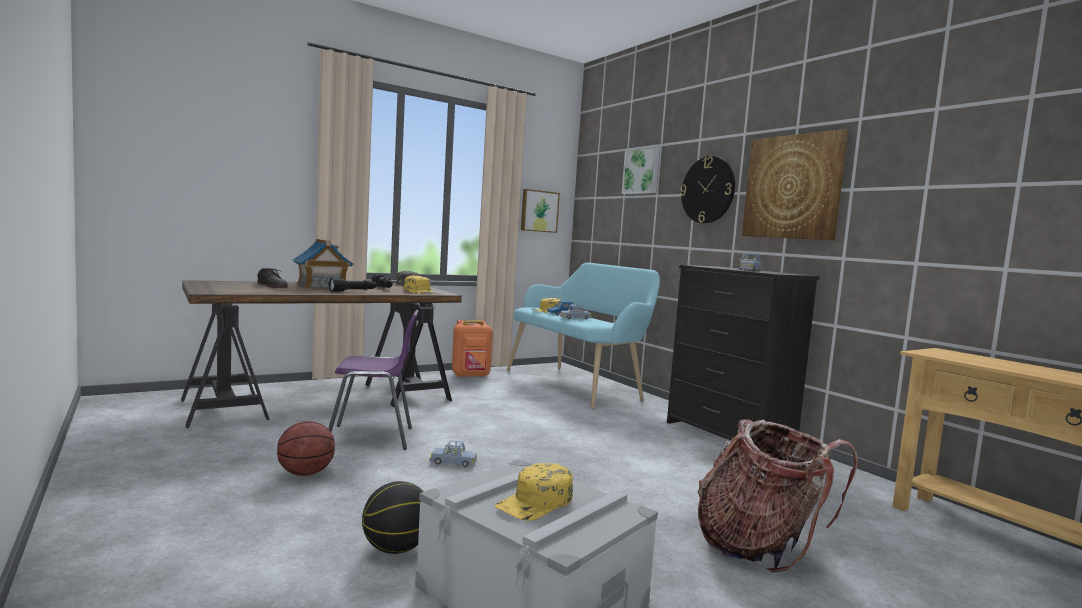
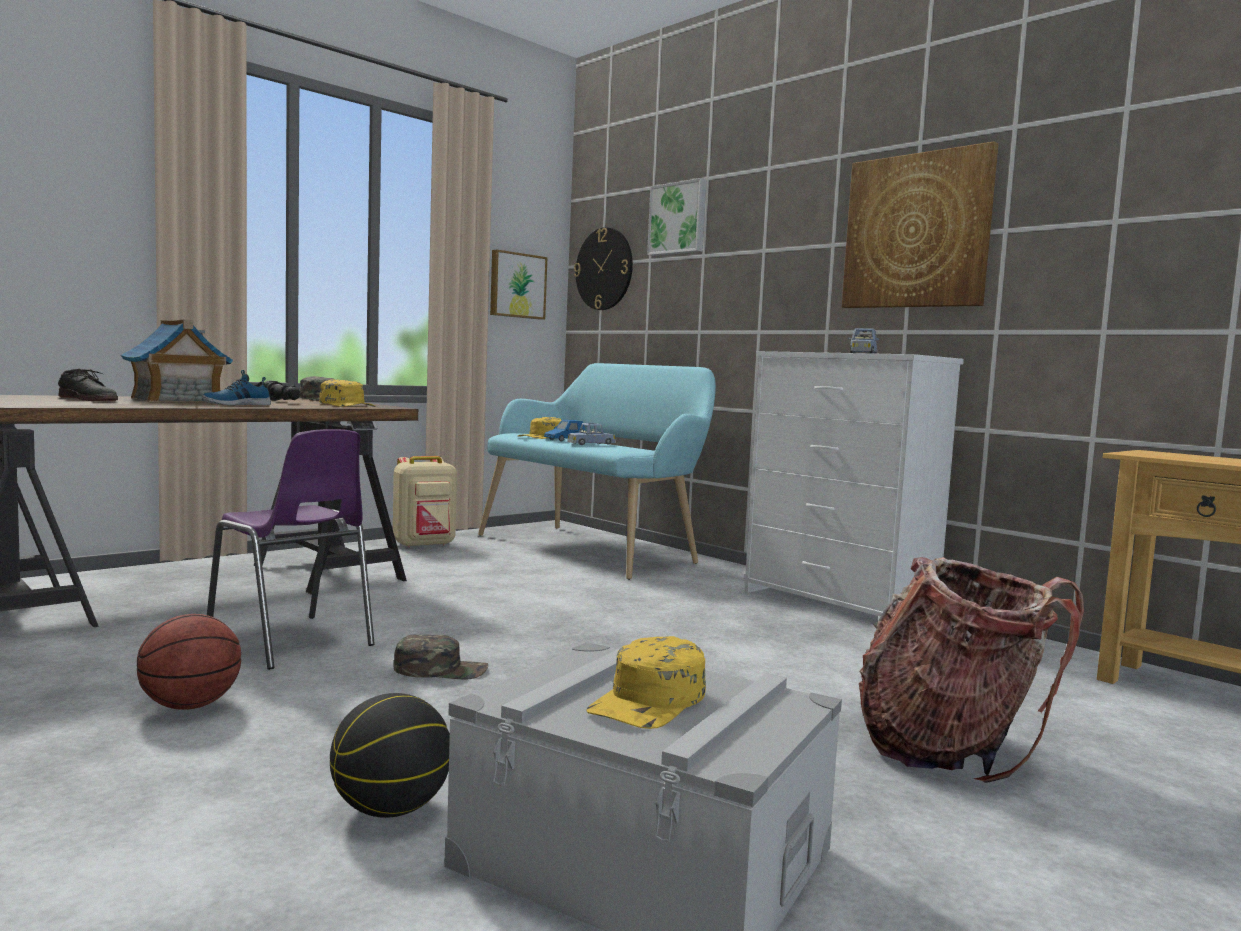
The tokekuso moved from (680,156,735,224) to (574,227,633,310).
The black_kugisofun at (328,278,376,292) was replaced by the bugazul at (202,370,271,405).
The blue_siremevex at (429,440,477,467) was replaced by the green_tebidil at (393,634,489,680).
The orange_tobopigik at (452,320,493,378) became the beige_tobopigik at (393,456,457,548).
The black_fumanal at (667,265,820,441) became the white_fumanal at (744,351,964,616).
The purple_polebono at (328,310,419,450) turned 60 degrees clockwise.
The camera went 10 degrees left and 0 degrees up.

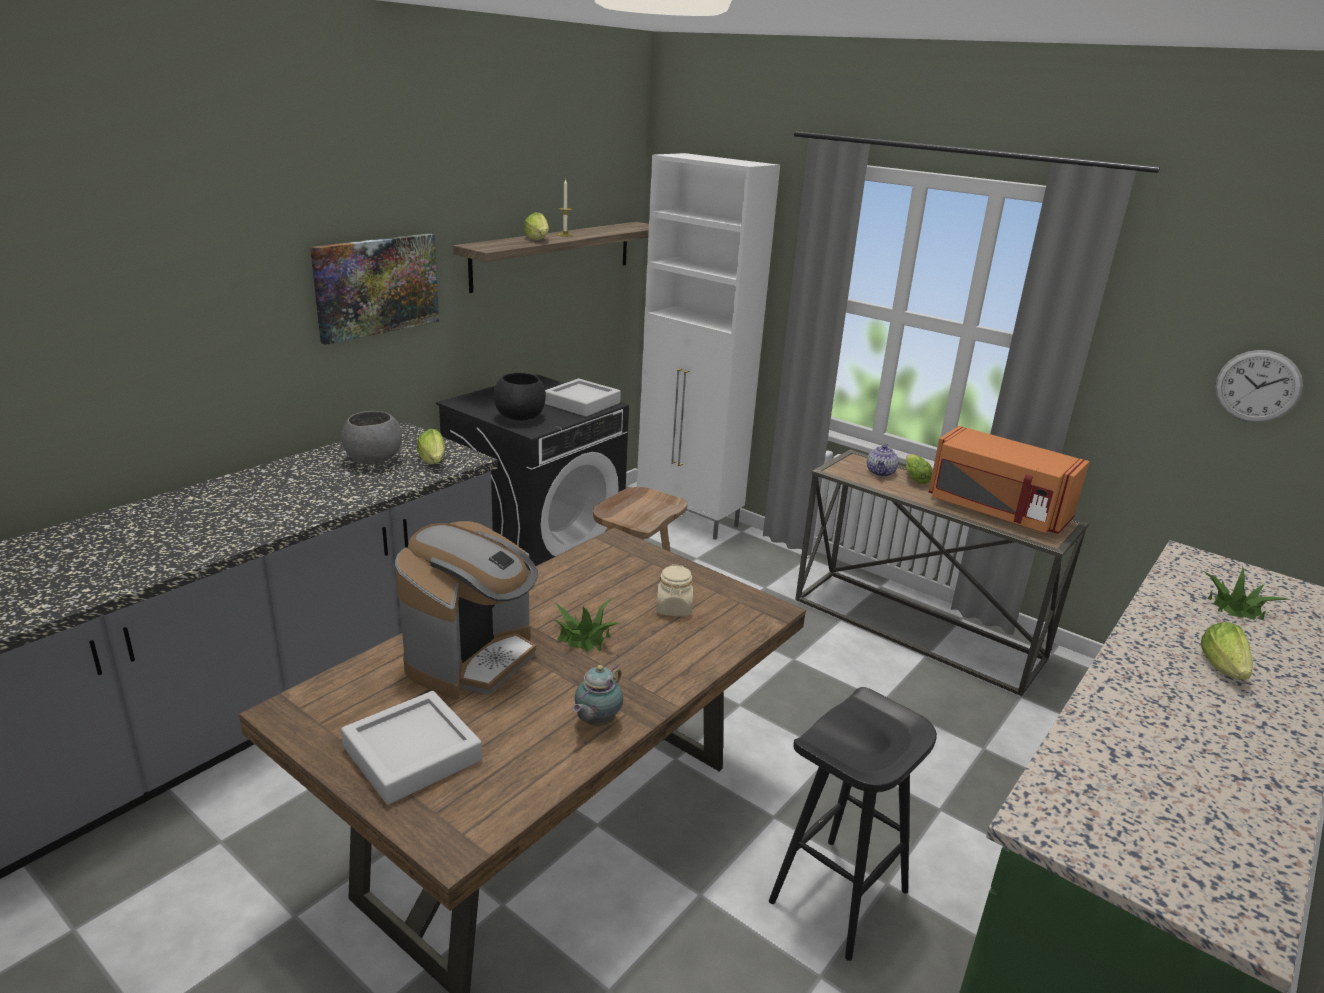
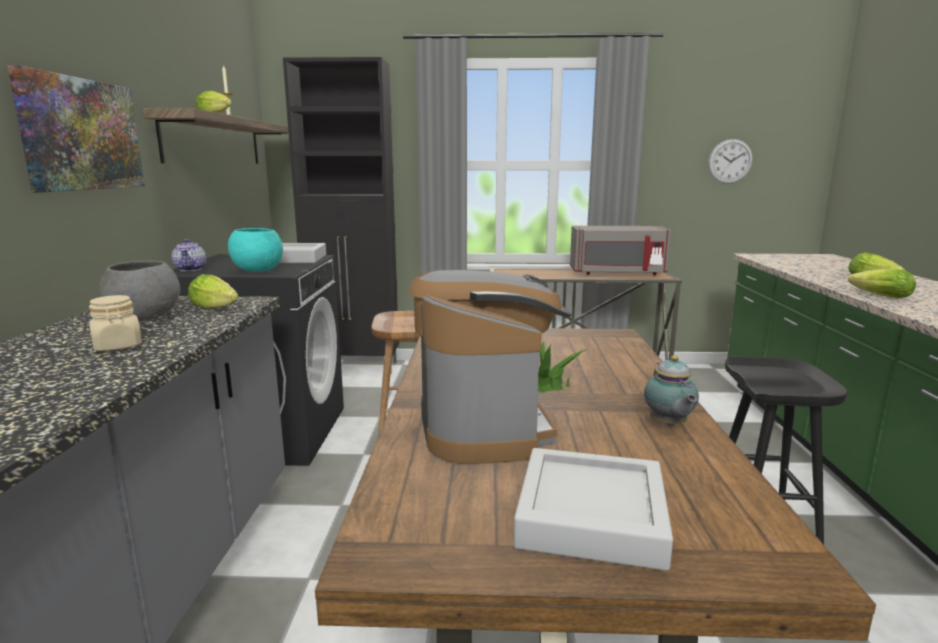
The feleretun at (1201,565,1291,620) disappeared.
The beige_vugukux moved from (656,564,693,616) to (88,295,142,351).
The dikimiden moved from (867,443,898,477) to (171,239,206,271).
The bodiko moved from (906,454,932,484) to (848,269,916,298).
The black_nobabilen at (493,373,546,421) became the turquoise_nobabilen at (228,228,283,272).
The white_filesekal at (637,153,780,540) became the black_filesekal at (283,57,399,373).
The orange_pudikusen at (929,426,1089,534) became the grey_pudikusen at (570,226,671,275).
The camera went 35 degrees left and 10 degrees down.

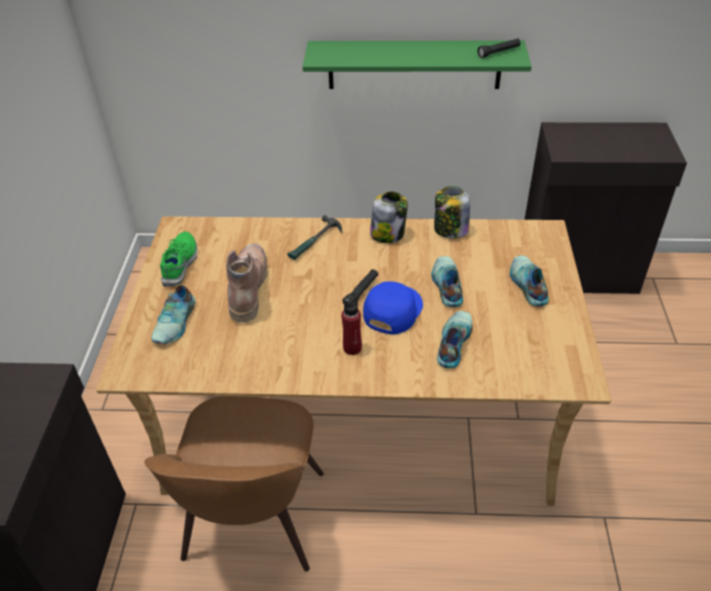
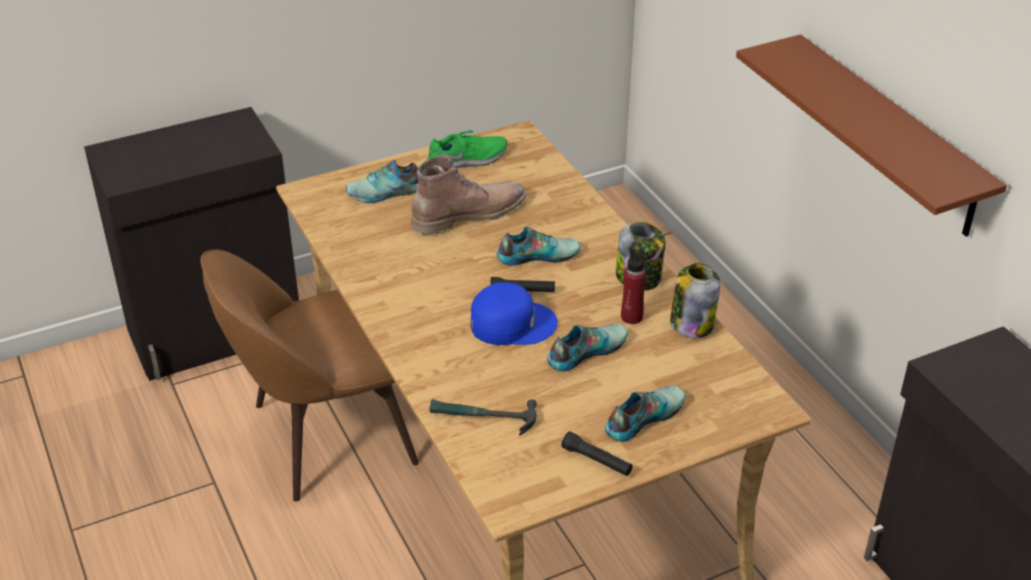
The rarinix moved from (287,215,342,260) to (430,399,537,436).
The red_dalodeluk moved from (342,295,362,355) to (621,250,648,324).
The bugazul moved from (437,311,472,368) to (497,227,580,266).
The black_kugisofun moved from (477,38,520,58) to (562,431,633,476).
The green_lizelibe at (303,40,532,89) became the brown_lizelibe at (736,34,1007,237).
The camera went 60 degrees right and 5 degrees down.

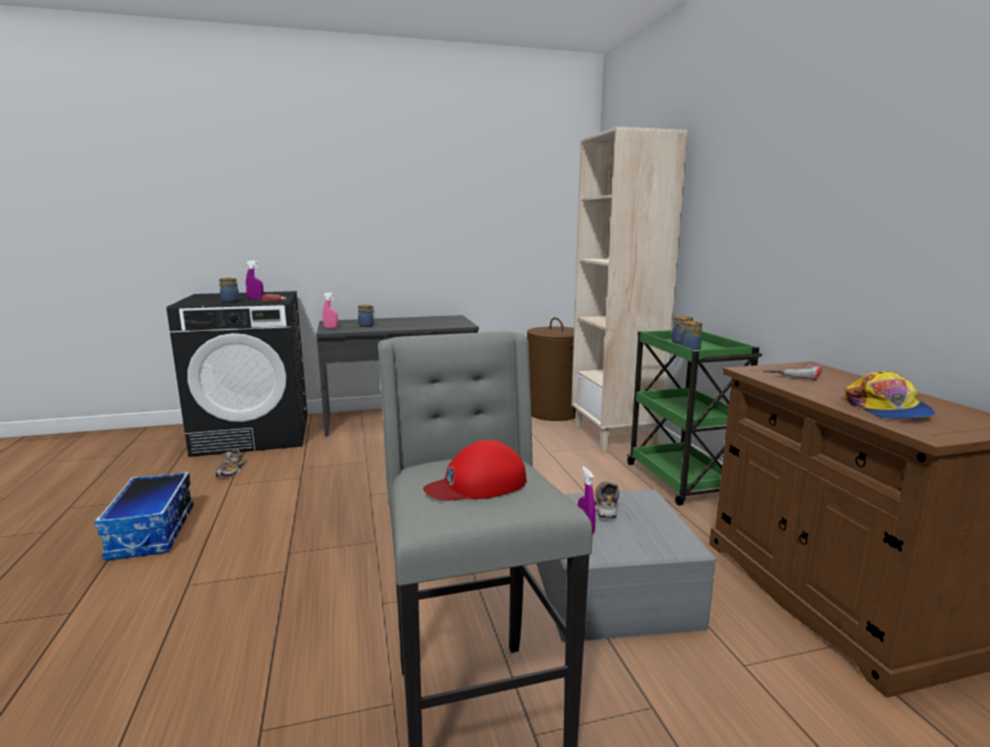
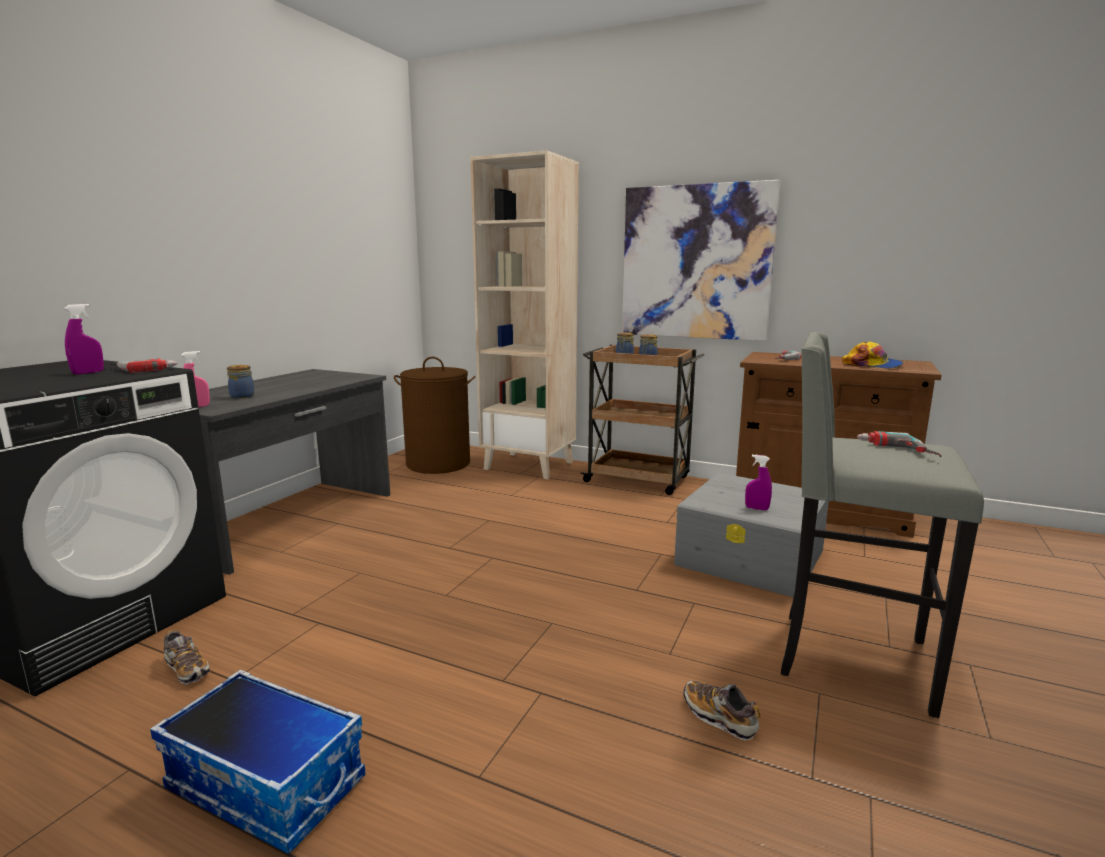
The vugukux at (219,278,240,303) disappeared.
The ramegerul at (622,180,780,341) appeared.
The bugazul moved from (593,481,619,520) to (683,680,761,740).
The red_tebidil at (423,440,527,501) was replaced by the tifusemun at (857,431,942,457).
The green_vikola at (626,330,762,505) became the brown_vikola at (580,345,704,495).
The camera went 50 degrees left and 0 degrees up.

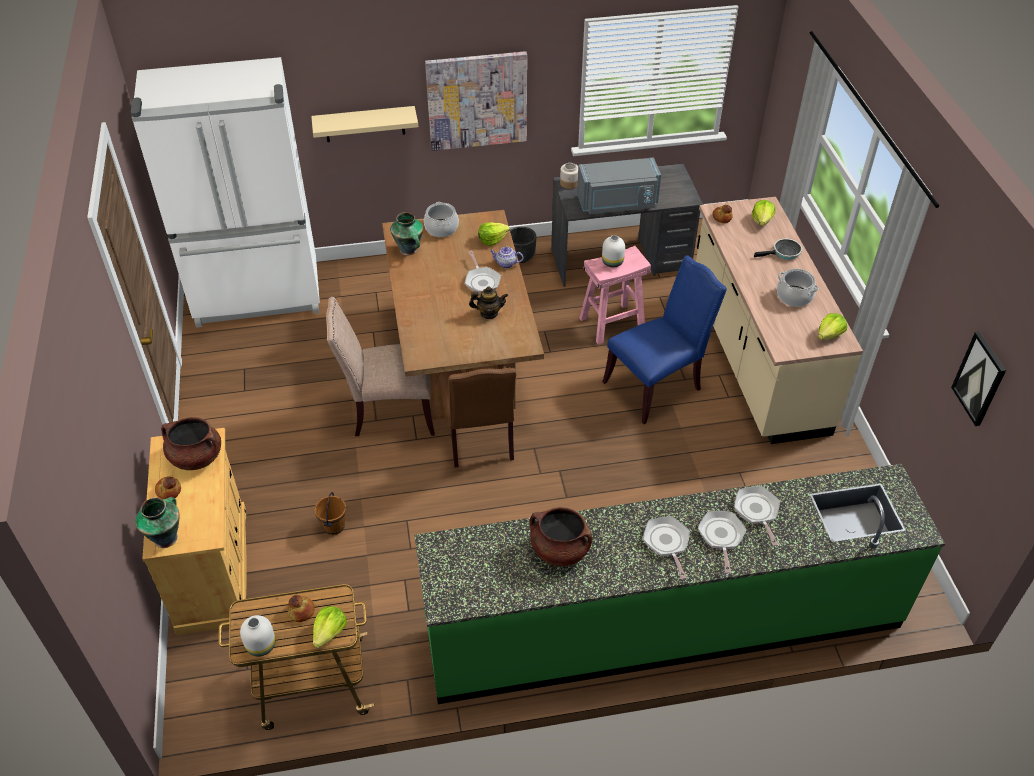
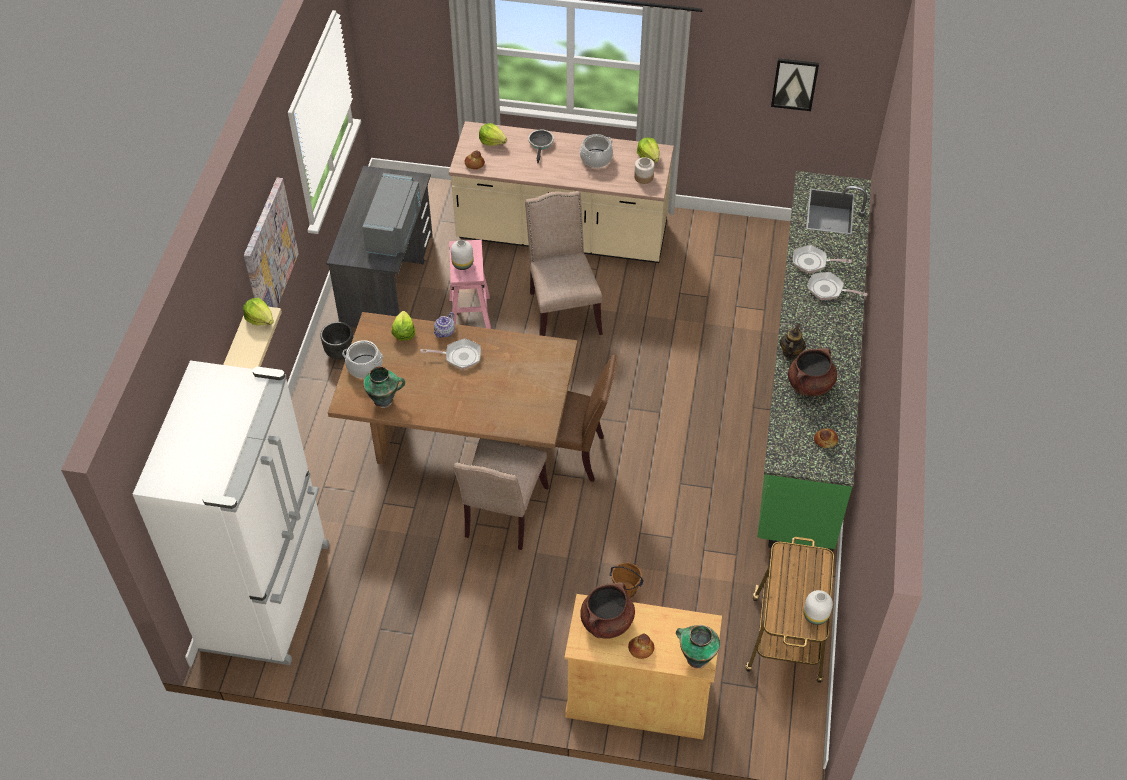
The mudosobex at (643,516,690,579) disappeared.
The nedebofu moved from (288,595,315,622) to (814,428,838,448).
The bodiko moved from (313,606,347,648) to (243,298,274,326).
The dikimiden moved from (469,286,508,319) to (780,323,806,360).
The vugukux moved from (560,163,578,189) to (634,157,655,184).
The blue_polebono at (602,255,727,424) became the beige_polebono at (525,191,603,336).
The camera went 70 degrees left and 5 degrees up.

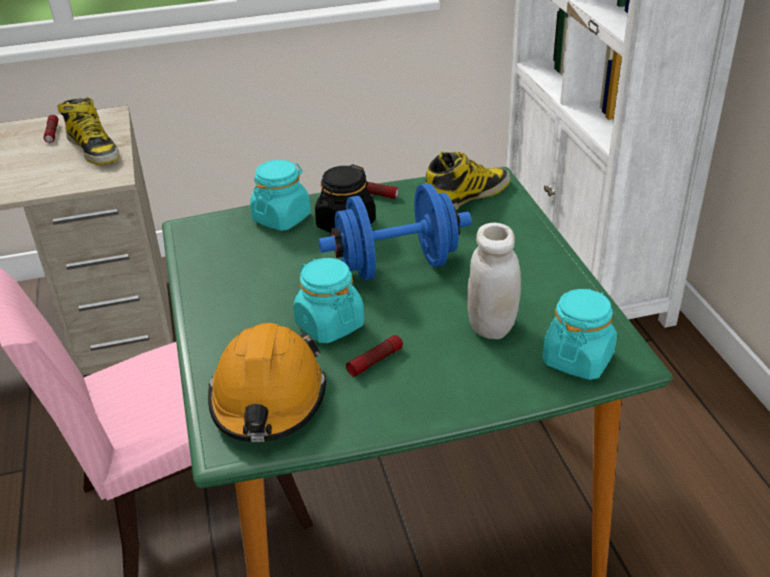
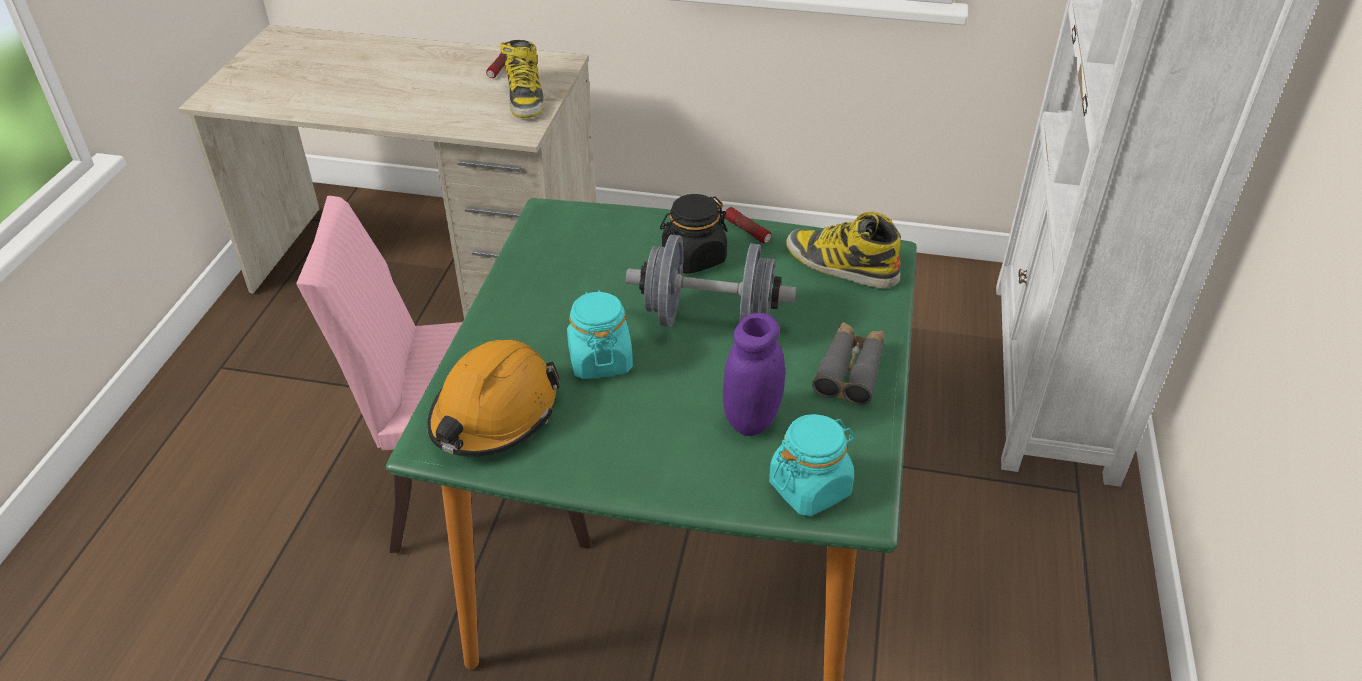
The turquoise_vugukux at (250,160,311,231) disappeared.
The kugisofun at (346,335,403,377) disappeared.
The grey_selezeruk at (812,322,885,405) appeared.
The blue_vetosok at (319,183,471,281) became the grey_vetosok at (626,235,796,327).
The white_vugukux at (467,223,521,339) became the purple_vugukux at (723,313,785,436).
The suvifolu at (425,152,511,210) turned 135 degrees counterclockwise.
The camera went 25 degrees right and 5 degrees up.

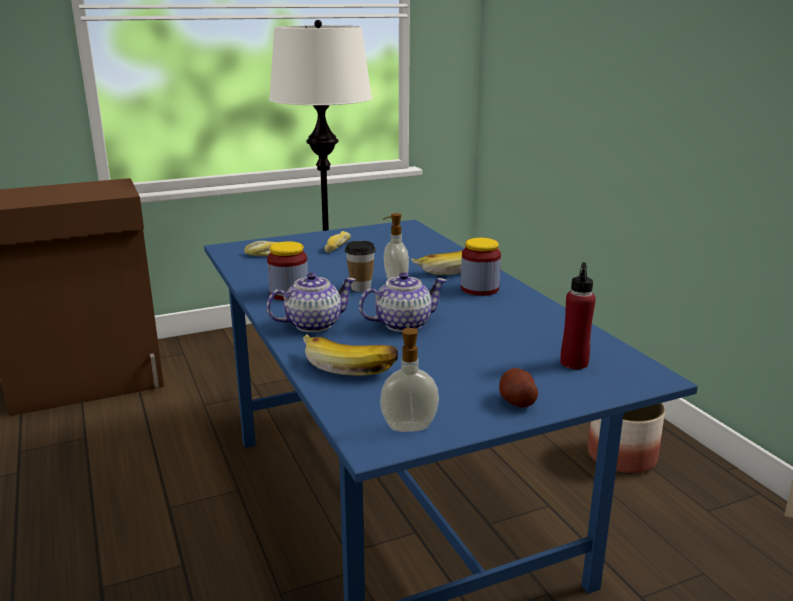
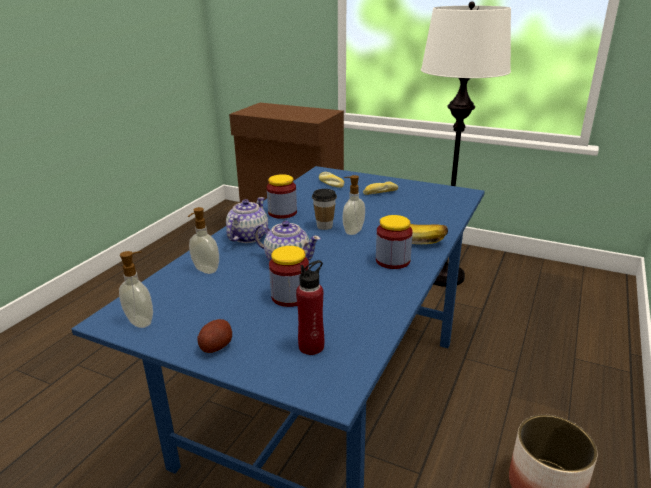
The vugukux at (269,246,309,307) appeared.
The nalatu at (303,334,398,375) was replaced by the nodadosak at (188,207,219,274).
The dikimiden at (266,272,356,332) turned 90 degrees counterclockwise.
The camera went 50 degrees right and 5 degrees up.

